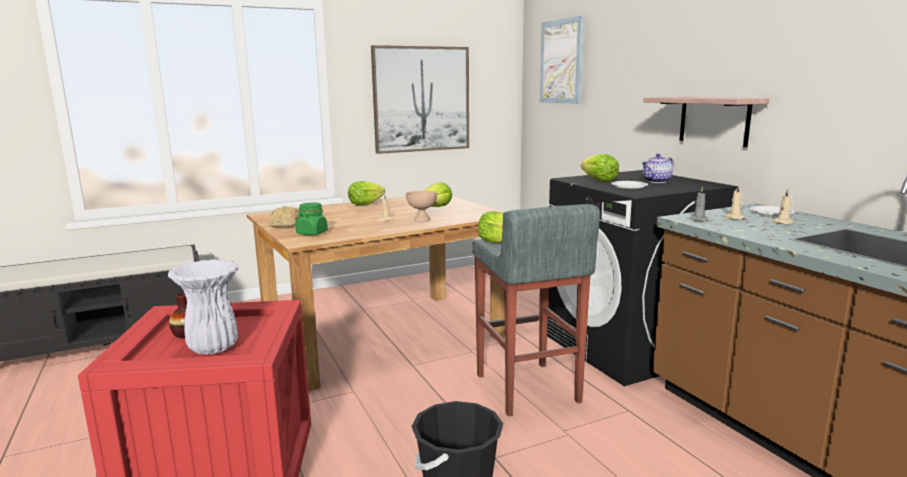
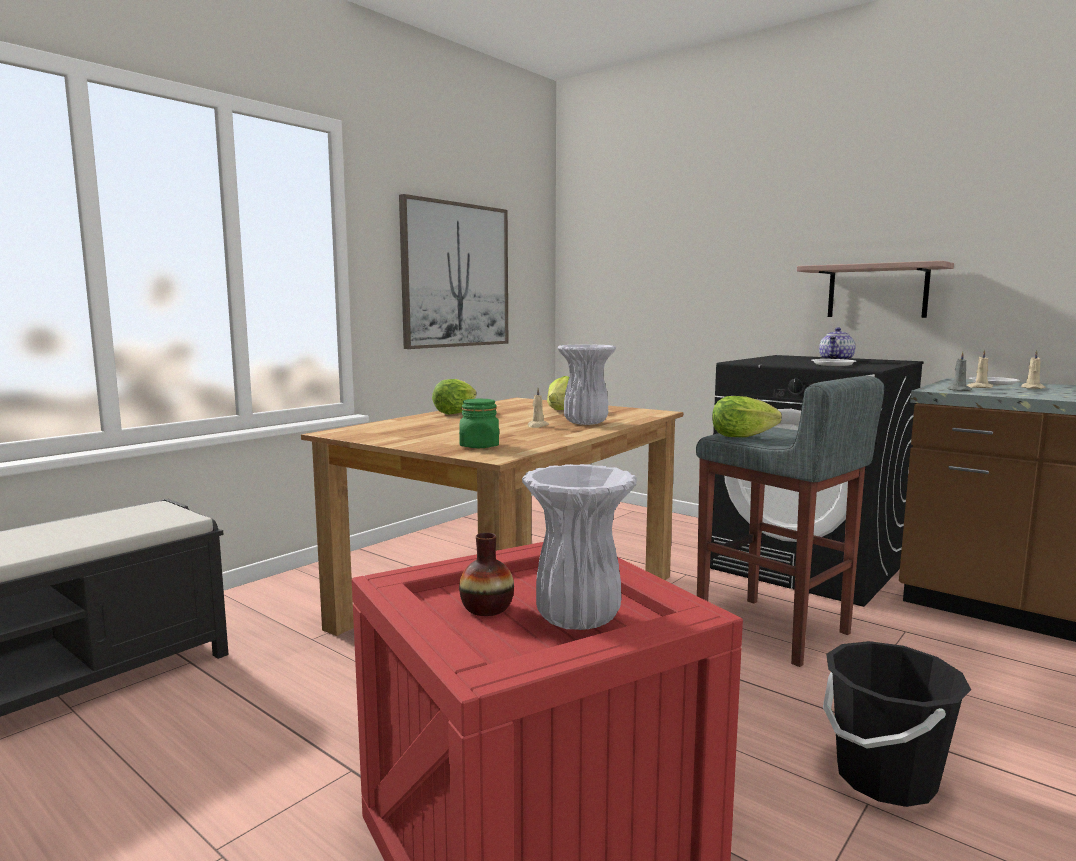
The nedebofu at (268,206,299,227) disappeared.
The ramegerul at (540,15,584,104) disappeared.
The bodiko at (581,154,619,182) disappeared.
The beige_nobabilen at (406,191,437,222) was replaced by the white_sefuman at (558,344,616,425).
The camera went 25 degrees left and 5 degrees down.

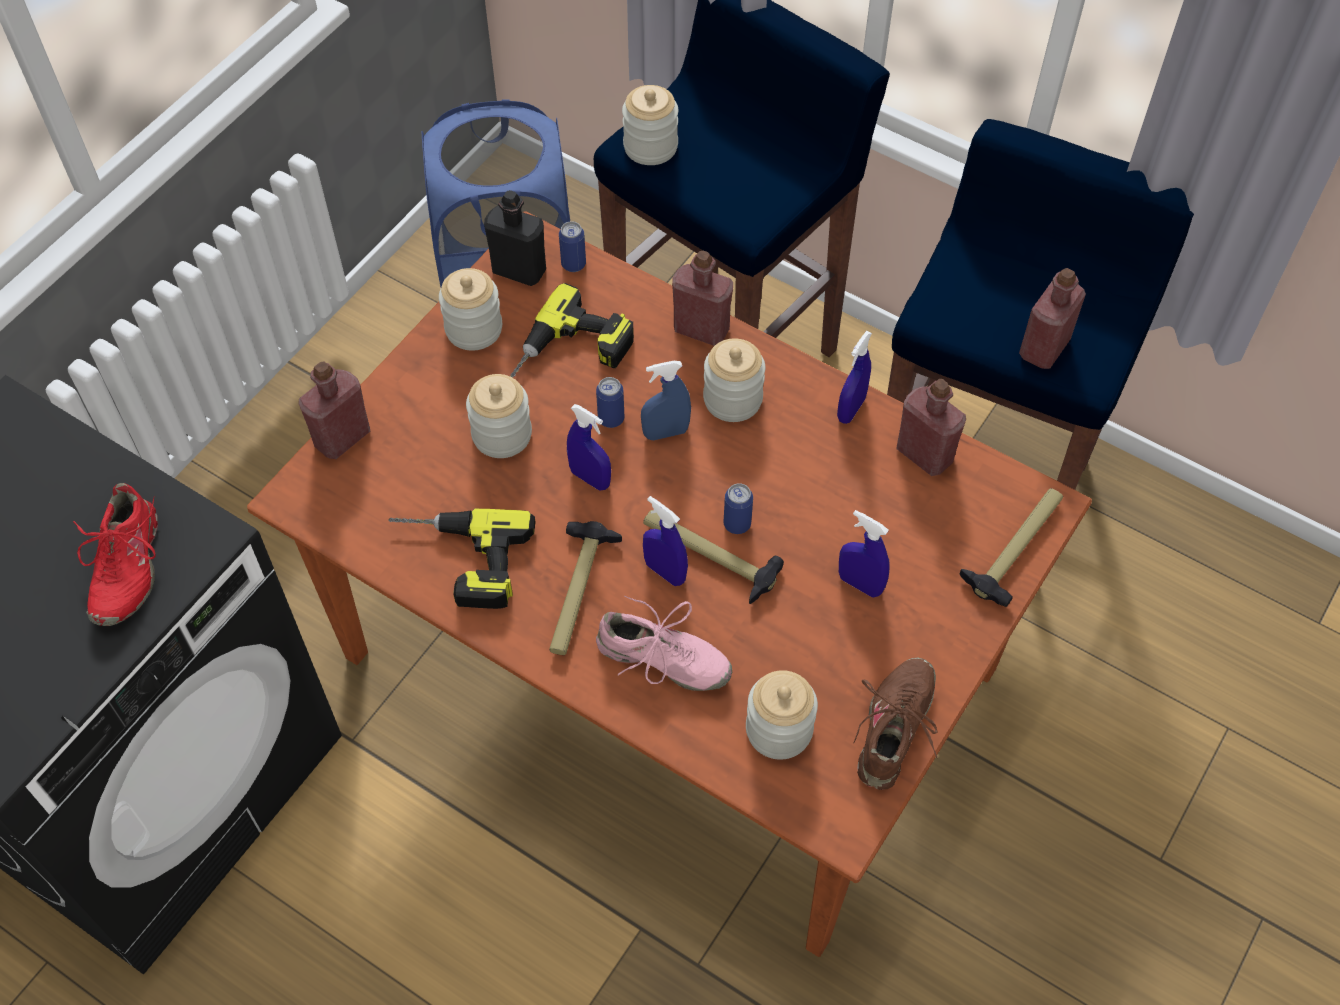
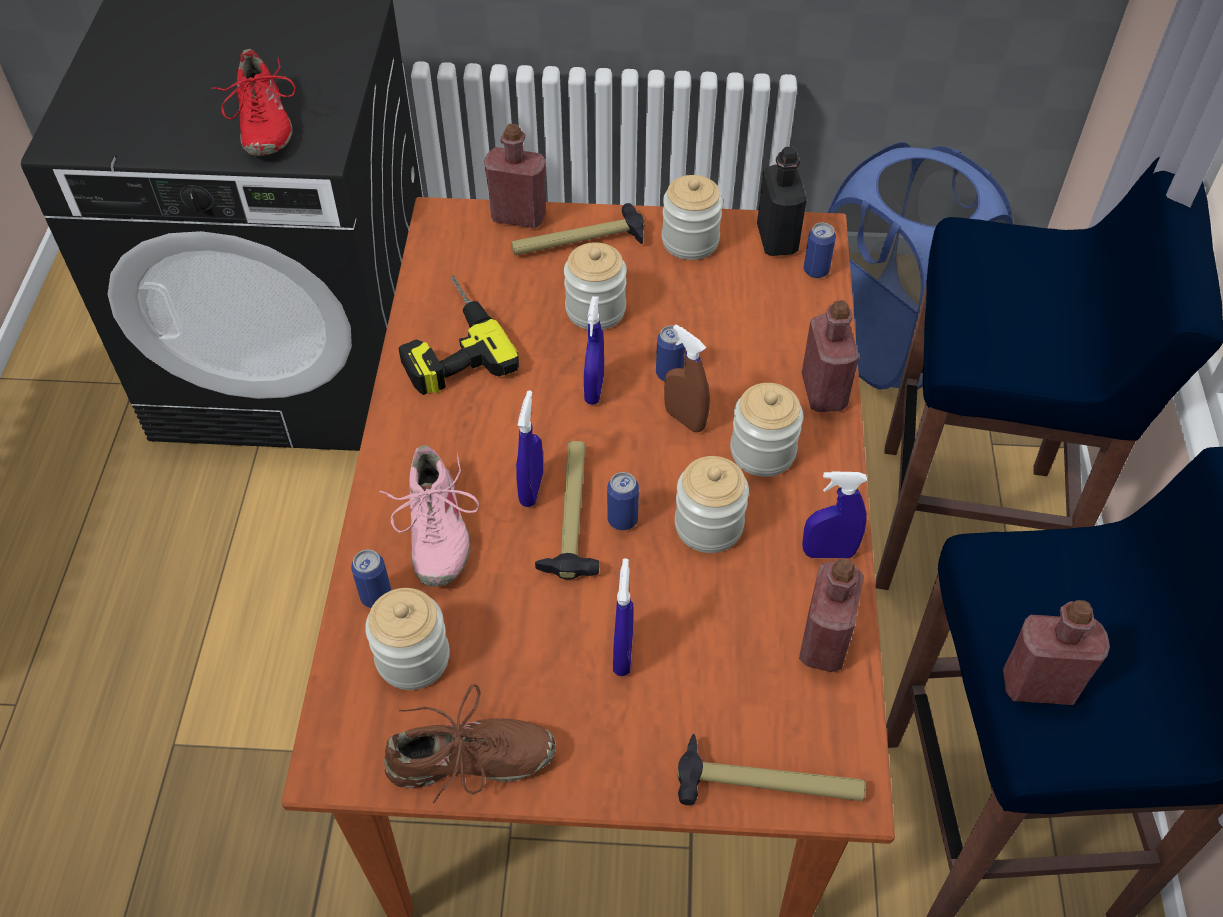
The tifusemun at (510,283,634,378) disappeared.
The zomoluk at (351,549,391,608) appeared.
The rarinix moved from (549,521,622,655) to (511,203,644,255).
The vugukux moved from (622,85,678,165) to (675,456,749,553).
The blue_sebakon at (641,361,691,440) became the brown_sebakon at (664,324,710,432).
The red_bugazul at (73,483,158,626) turned 75 degrees counterclockwise.
The camera went 60 degrees right and 5 degrees down.

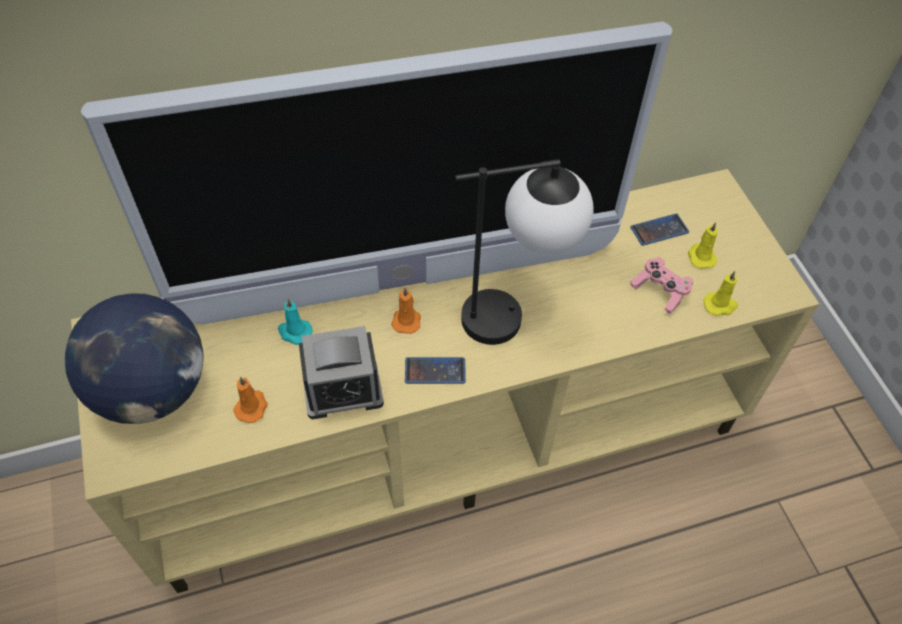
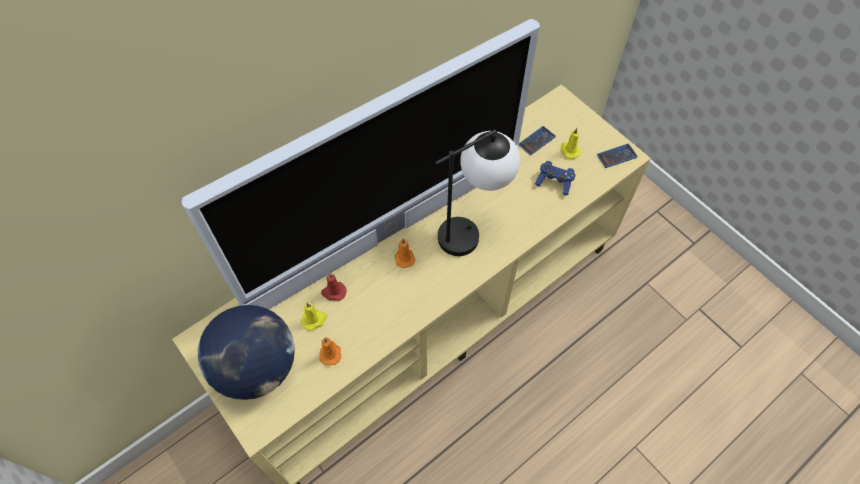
The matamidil at (299,326,384,419) disappeared.
The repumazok moved from (405,357,466,384) to (597,144,638,168).
The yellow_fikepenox moved from (704,271,738,316) to (301,302,327,331).
The turquoise_fikepenox at (278,298,313,345) became the red_fikepenox at (321,273,346,301).
The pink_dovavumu at (630,257,693,314) became the blue_dovavumu at (535,161,575,196).
The camera went 20 degrees left and 5 degrees up.

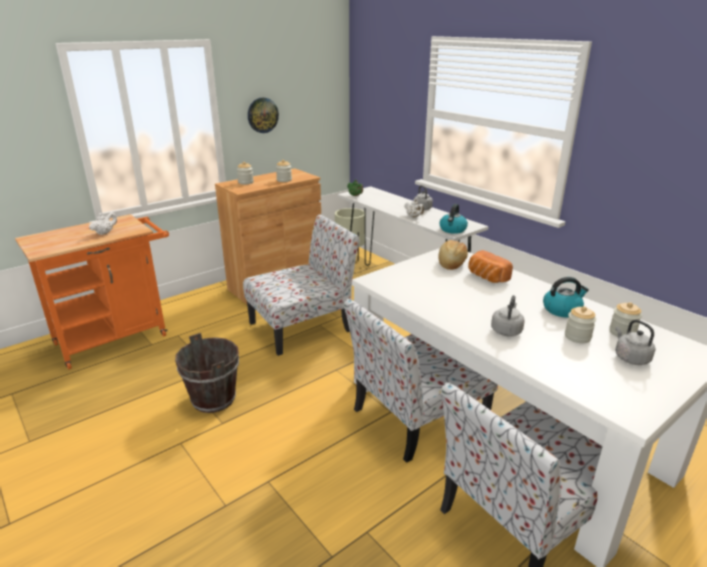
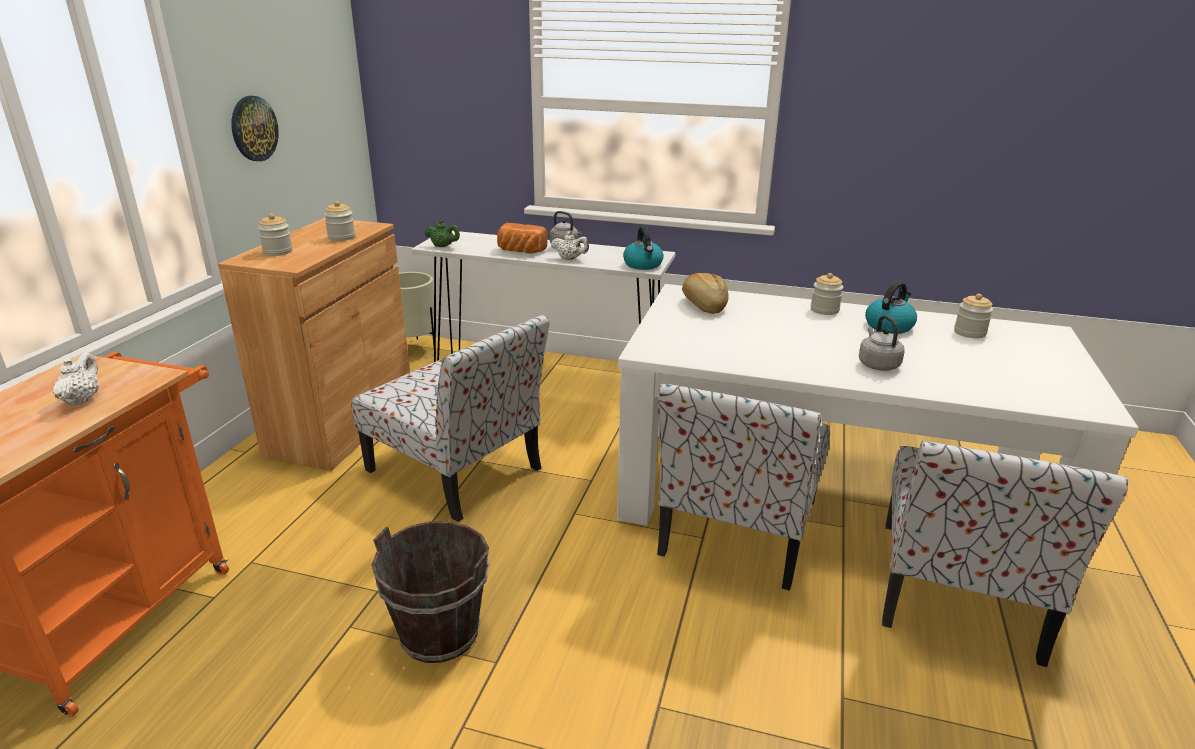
The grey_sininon at (615,320,655,365) disappeared.
The nedebofu moved from (468,250,513,283) to (497,223,548,253).
The vugukux moved from (565,306,596,343) to (810,273,844,315).
The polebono at (243,214,360,356) turned 105 degrees clockwise.
The camera went 35 degrees left and 0 degrees up.

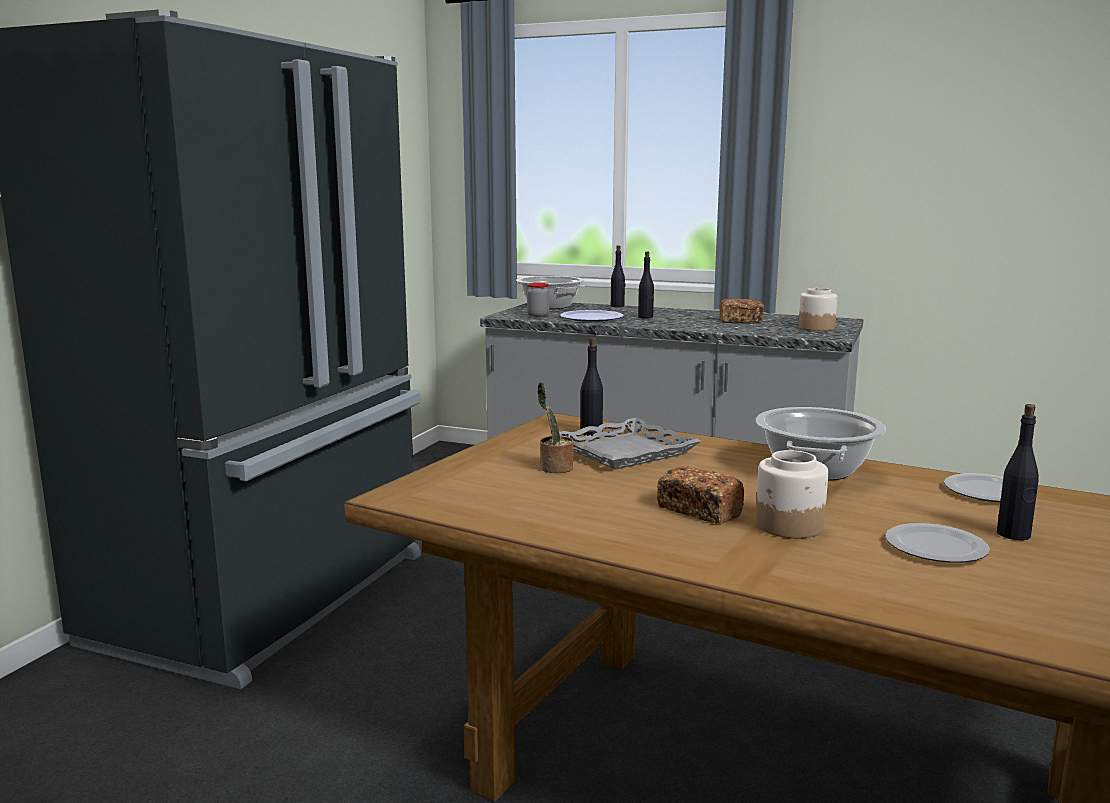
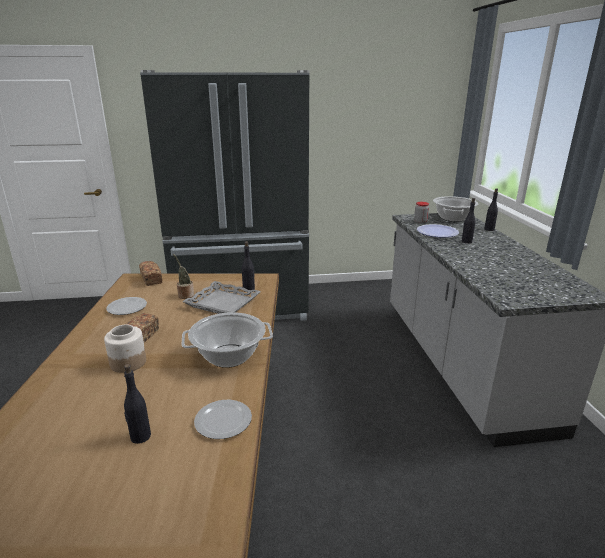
The vugukux at (798,288,838,331) disappeared.
The nedebofu moved from (719,299,764,323) to (139,261,162,286).
The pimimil moved from (885,523,990,563) to (106,297,147,315).
The camera went 60 degrees right and 10 degrees up.

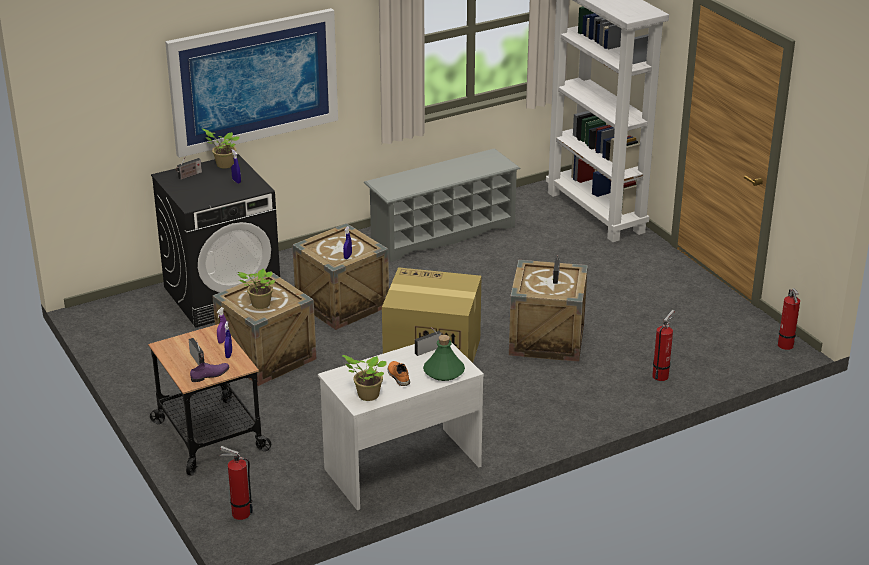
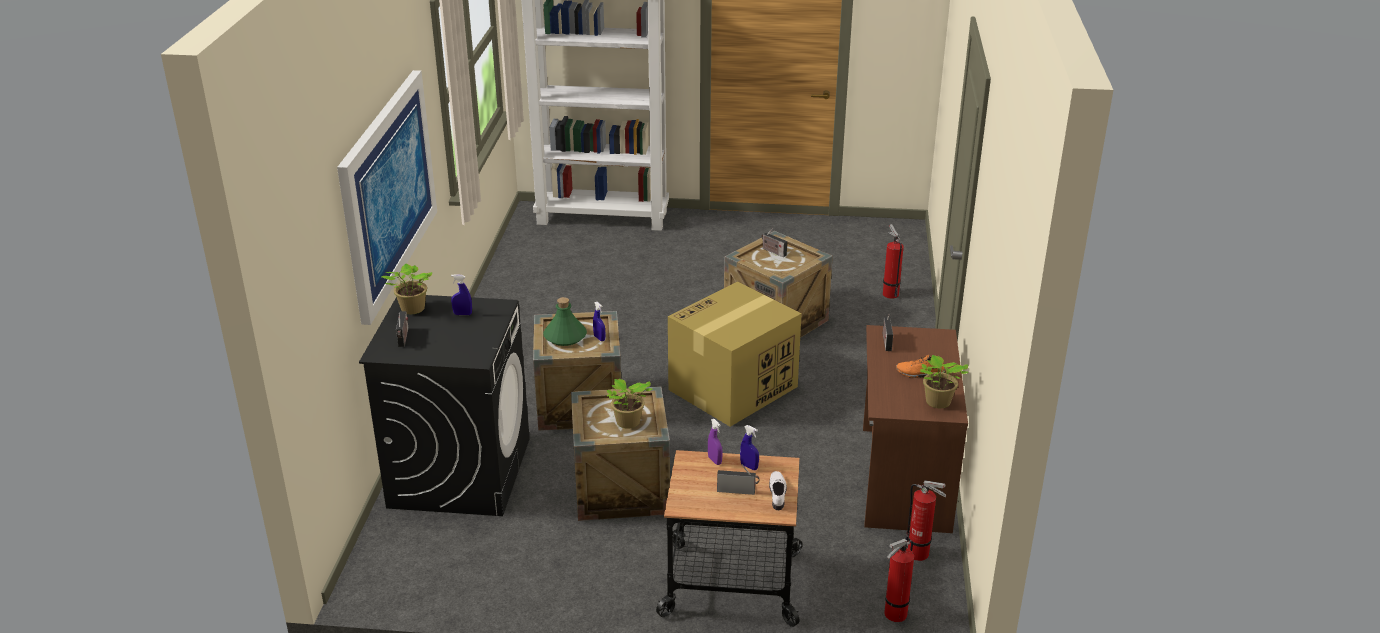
The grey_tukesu at (363,148,521,262) disappeared.
The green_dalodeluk moved from (423,335,465,381) to (543,297,587,346).
The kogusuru moved from (778,288,800,350) to (906,480,946,561).
The purple_bugazul at (190,363,229,382) became the white_bugazul at (769,471,787,510).
The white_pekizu at (318,342,484,510) became the brown_pekizu at (863,325,968,533).
The camera went 55 degrees left and 0 degrees up.

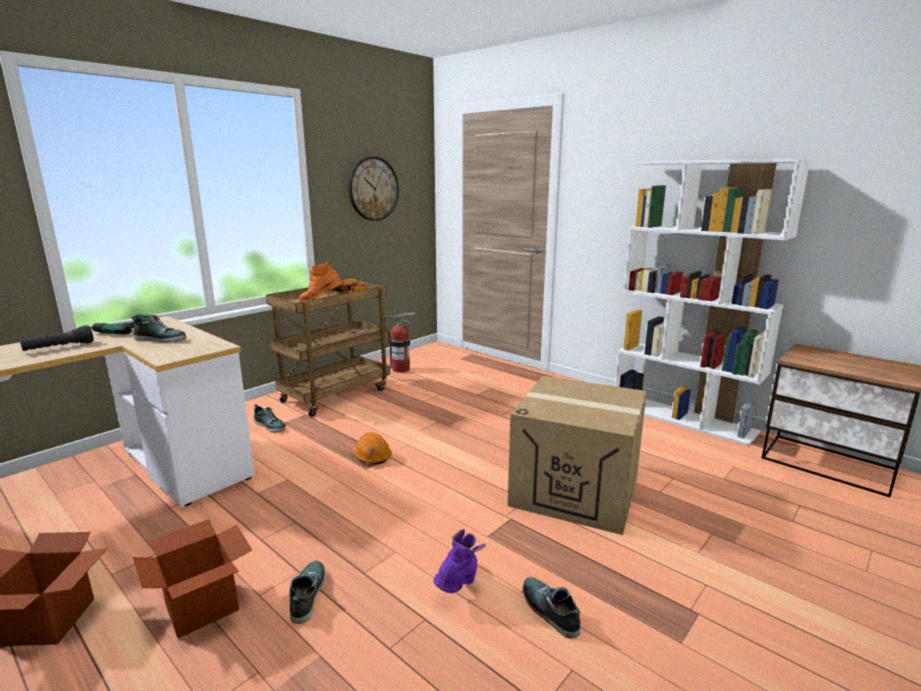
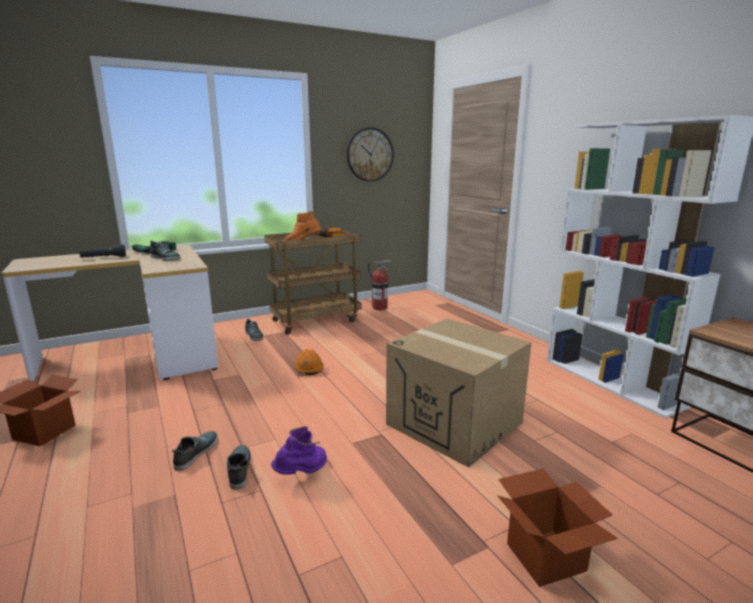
The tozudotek moved from (133,519,252,638) to (497,469,618,587).
The bugazul moved from (523,577,581,638) to (227,445,251,489).
The camera went 20 degrees right and 0 degrees up.

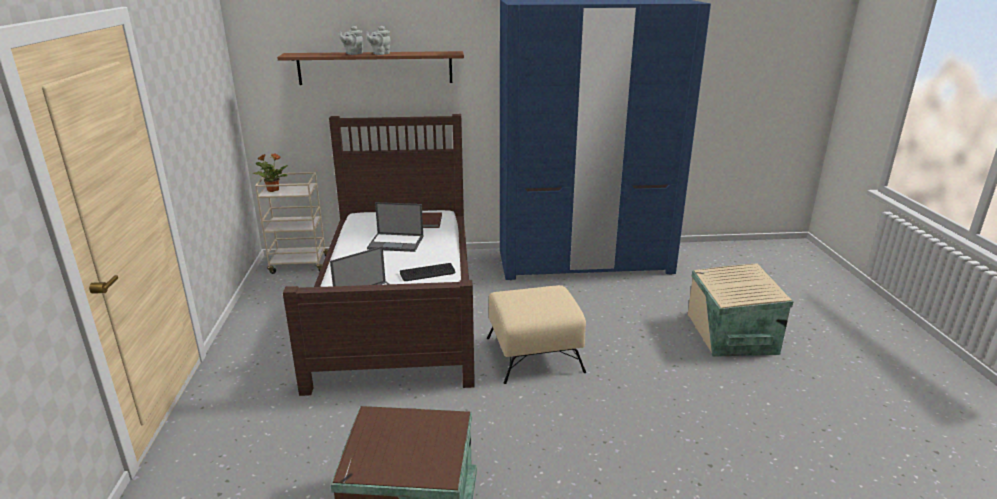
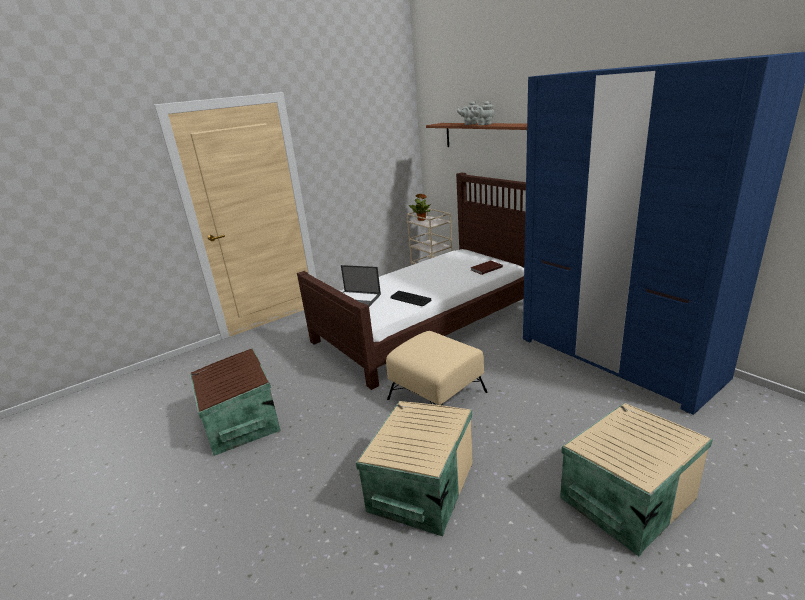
The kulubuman at (367,202,423,252) disappeared.
The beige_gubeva at (356,401,473,536) appeared.
The camera went 60 degrees right and 0 degrees up.

